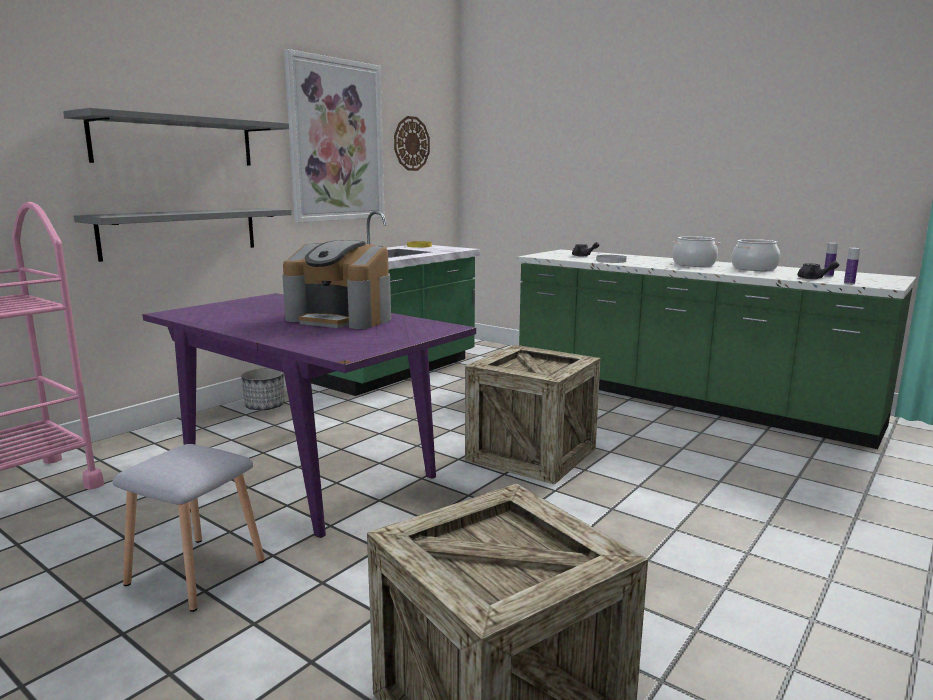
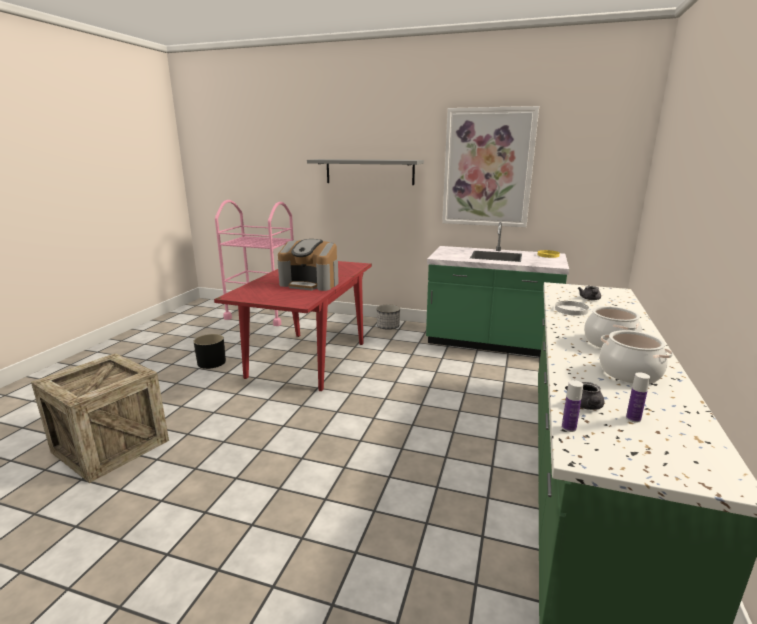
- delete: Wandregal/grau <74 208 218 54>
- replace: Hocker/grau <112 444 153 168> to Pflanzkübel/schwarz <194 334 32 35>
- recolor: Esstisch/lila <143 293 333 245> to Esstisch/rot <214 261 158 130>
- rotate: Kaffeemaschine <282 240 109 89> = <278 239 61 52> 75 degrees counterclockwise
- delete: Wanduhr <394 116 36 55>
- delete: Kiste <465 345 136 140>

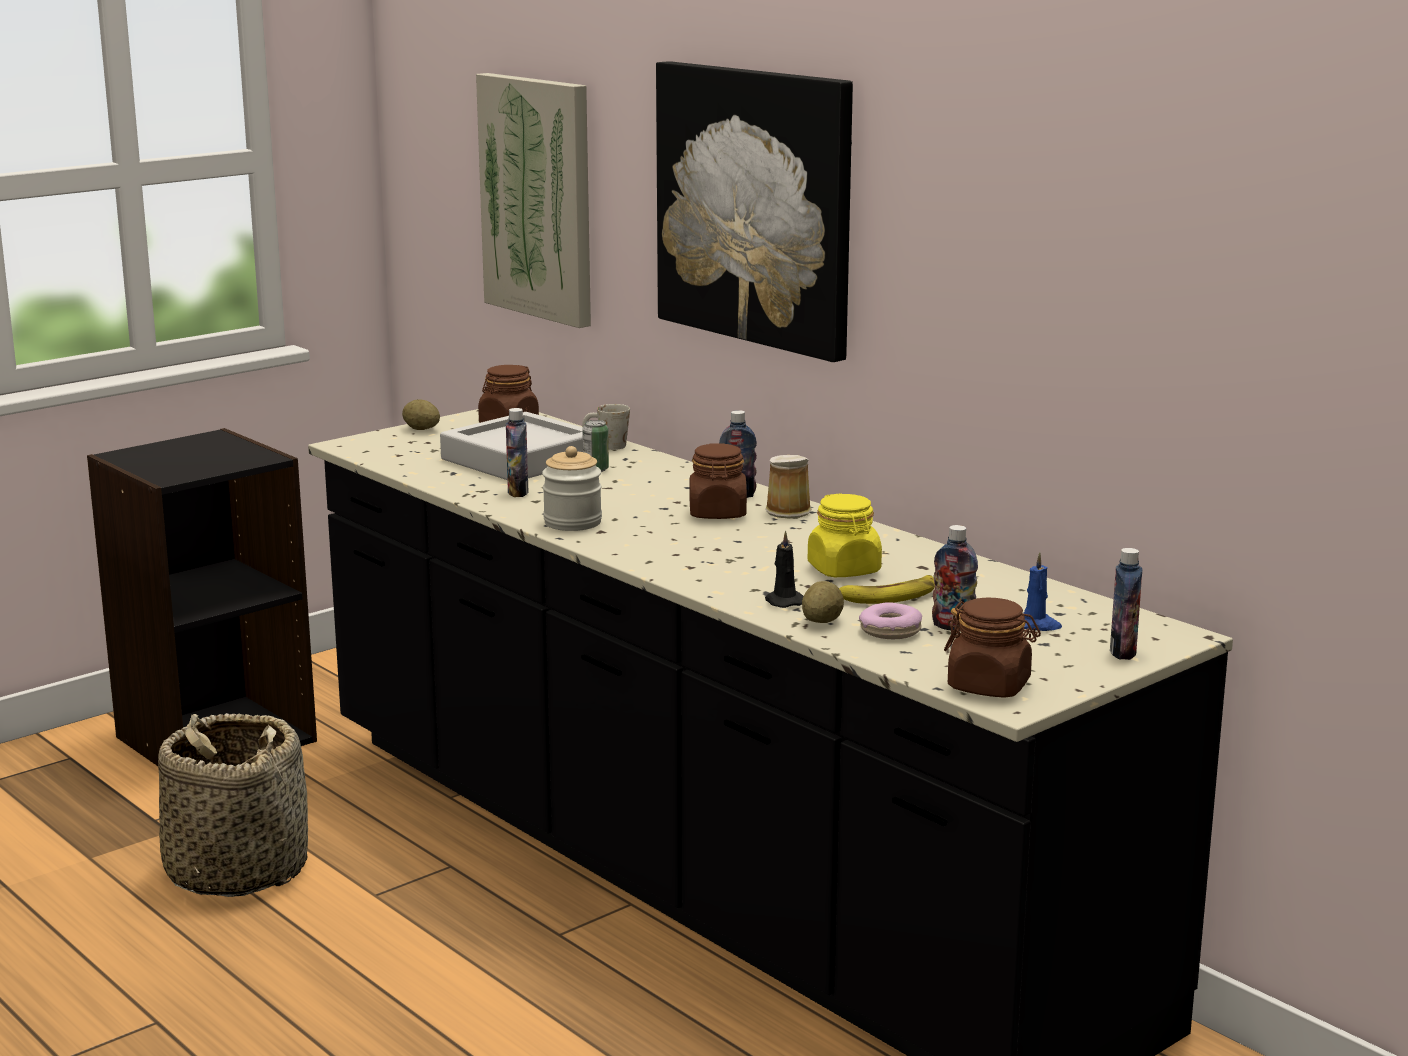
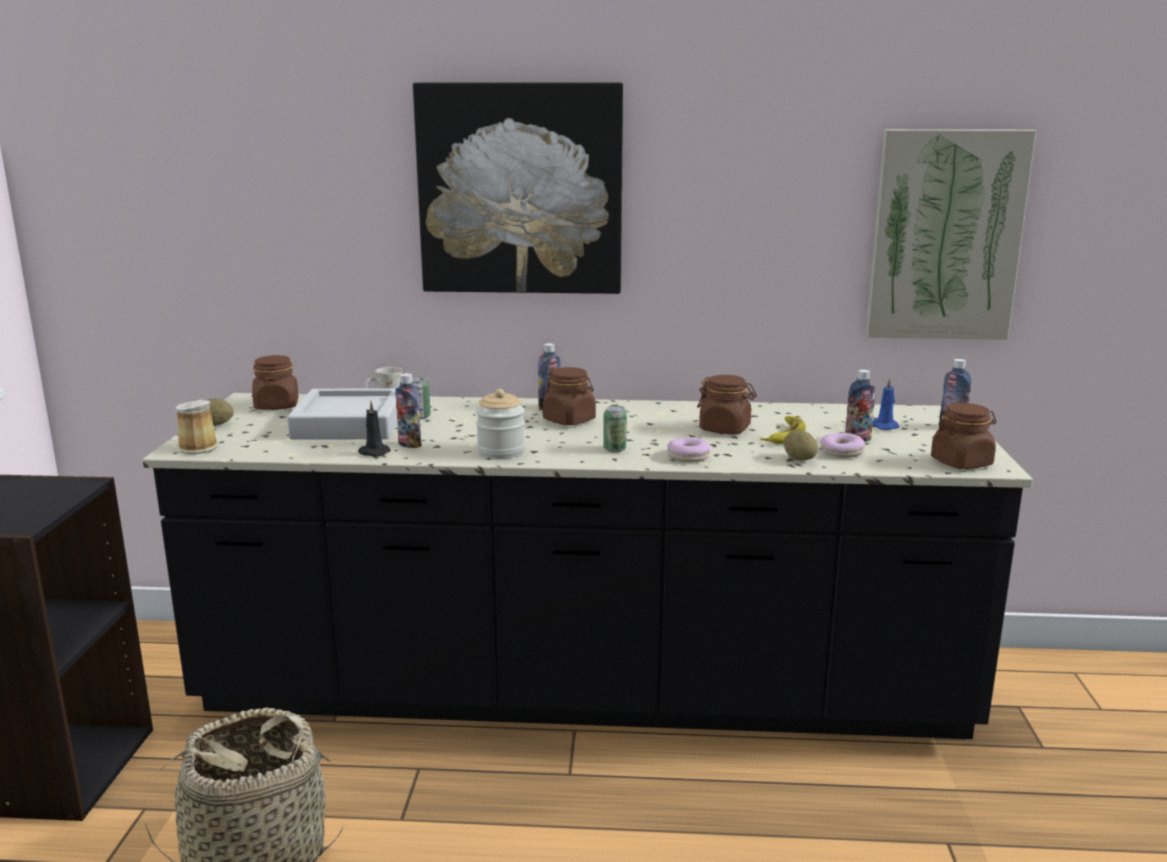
- move: Bild <476 73 115 255> to <865 129 171 211>
- move: Henkelbecher <765 455 47 63> to <176 400 42 54>
- move: Kerze/schwarz <765 531 38 77> to <358 401 32 55>
- recolor: Vorratsglas/gelb <808 493 74 84> to Vorratsglas/braun <697 375 60 59>
- insert: Dose <603 406 24 46>
- insert: Donut <667 437 43 25>

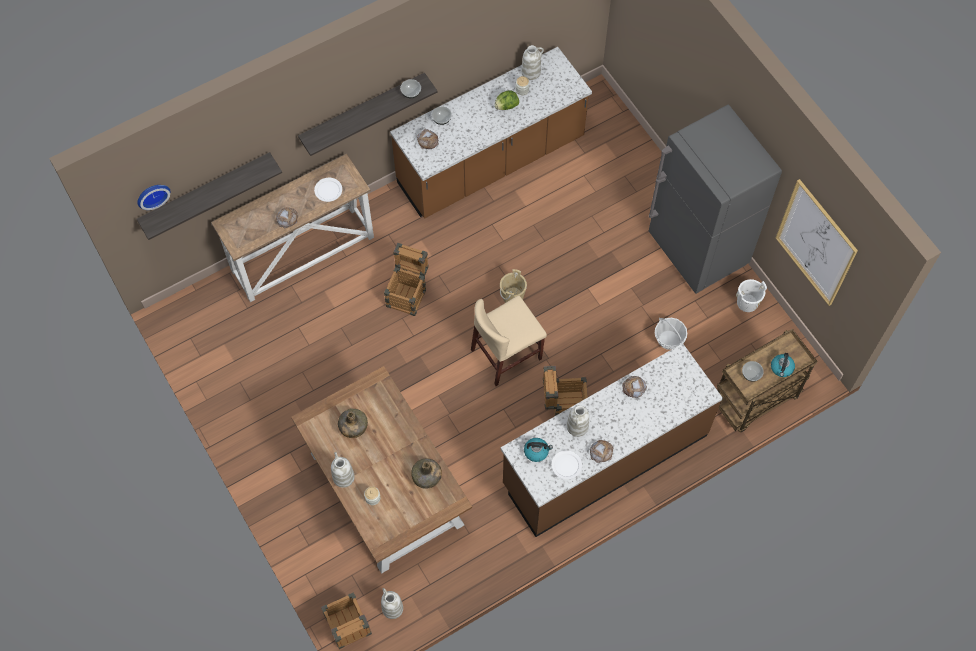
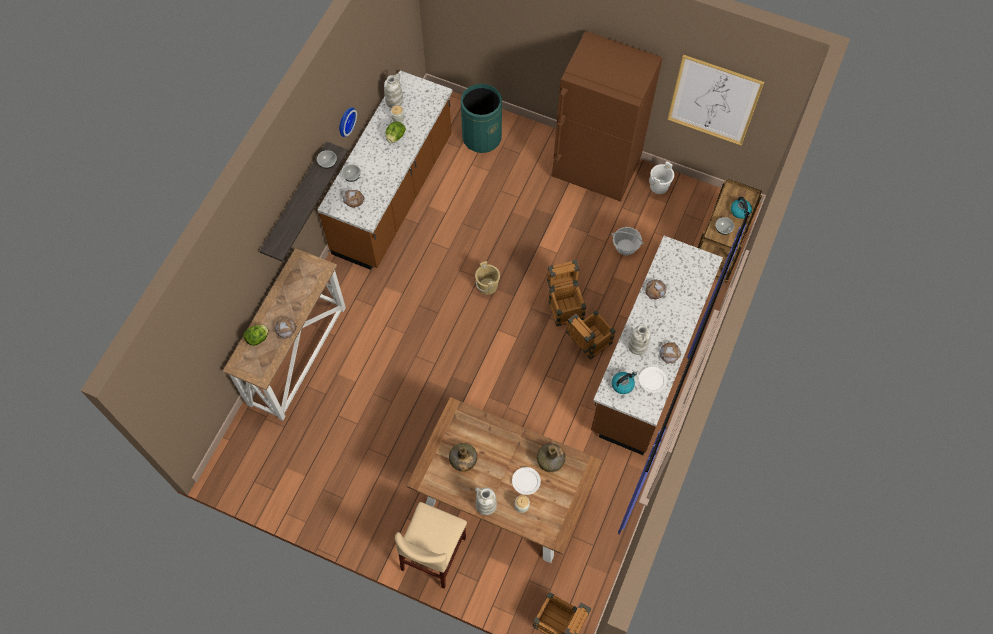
- delete: Wandregal <137 152 145 88>
- move: Wanduhr <137 185 33 25> to <339 107 18 30>
- move: Teller/weiß <314 178 28 24> to <512 467 29 28>
- delete: Vase/weiß <381 588 22 31>
- move: Kiste <384 243 45 73> to <547 260 39 66>
- move: Stuhl/beige <471 296 76 90> to <395 502 72 87>
- recolor: Kühlschrank/grau <649 105 133 189> to Kühlschrank/braun <552 31 110 171>
- insert: Salatkopf <243 325 25 21>
- insert: Mülleimer/grün <461 84 41 69>

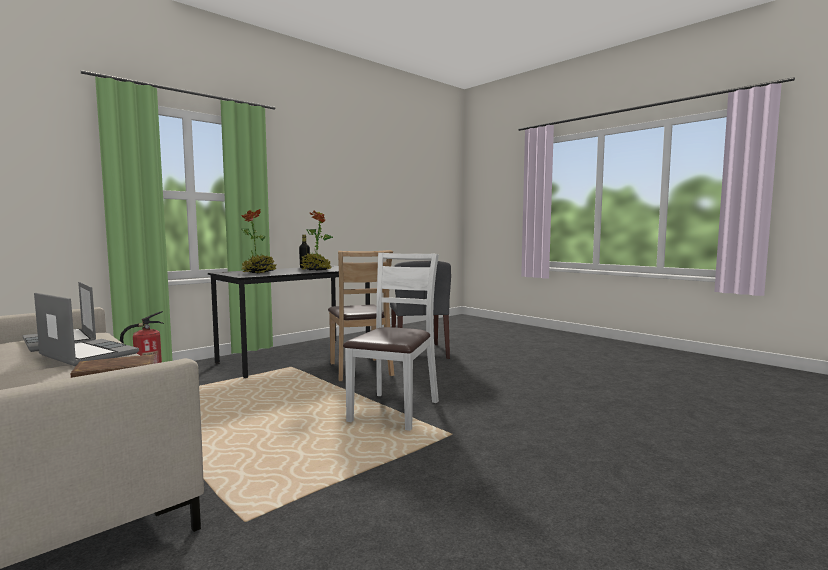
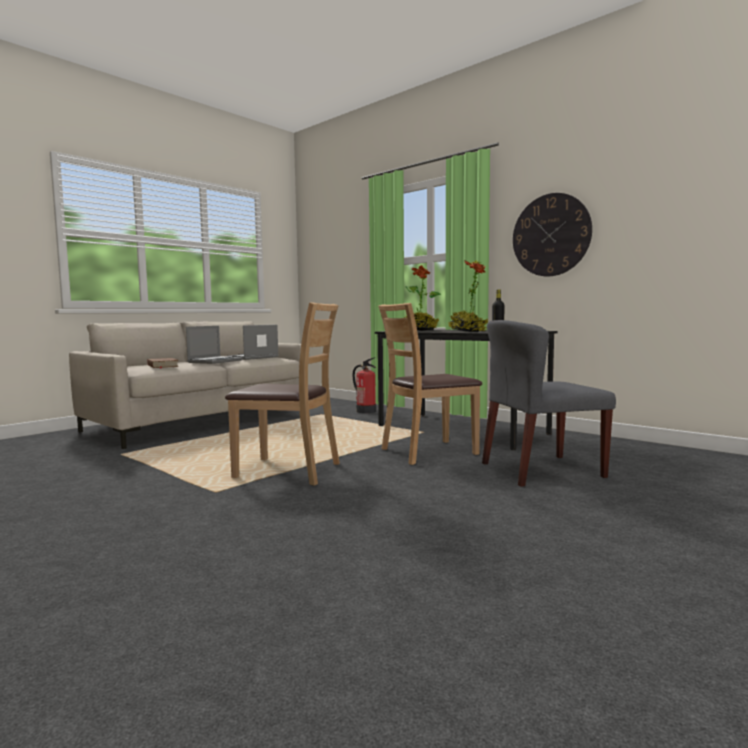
- recolor: Stuhl/weiß <343 253 96 178> to Stuhl/braun <225 302 115 184>
- insert: Wanduhr <513 193 79 83>

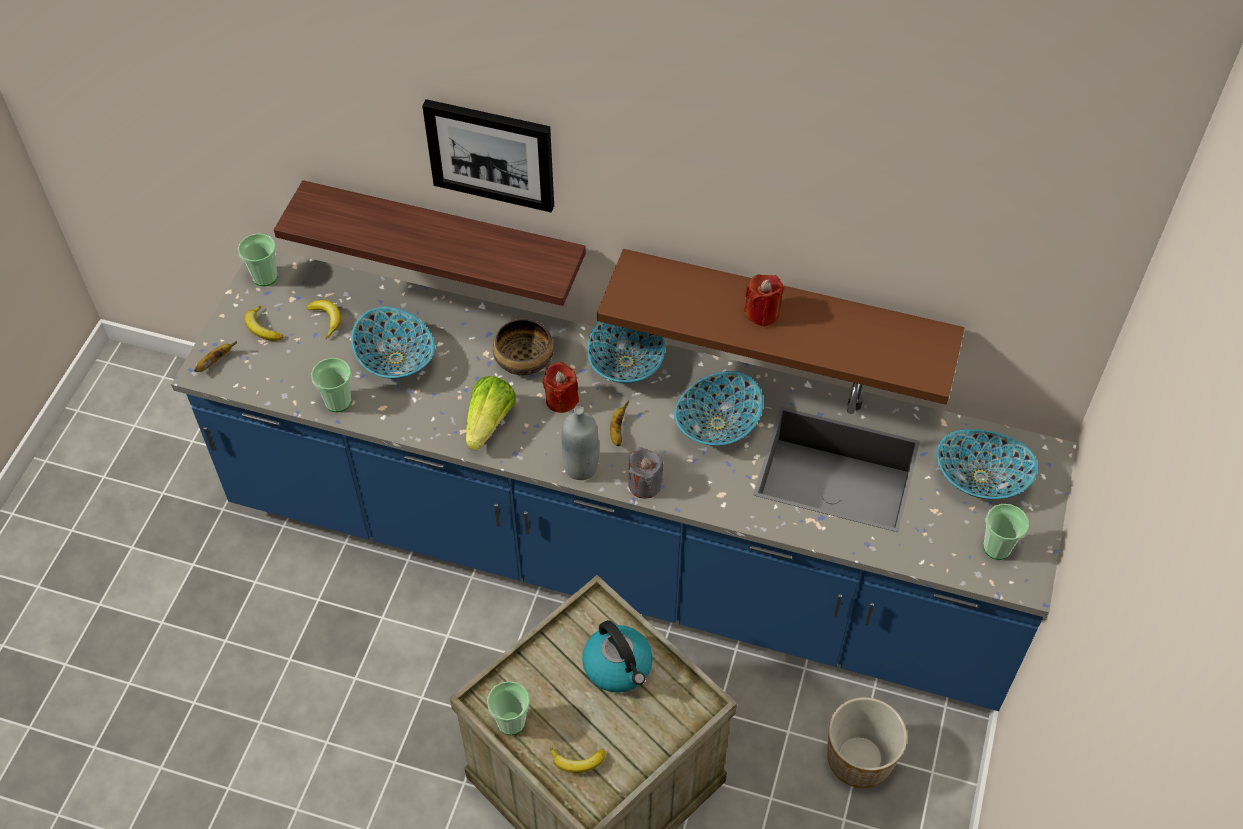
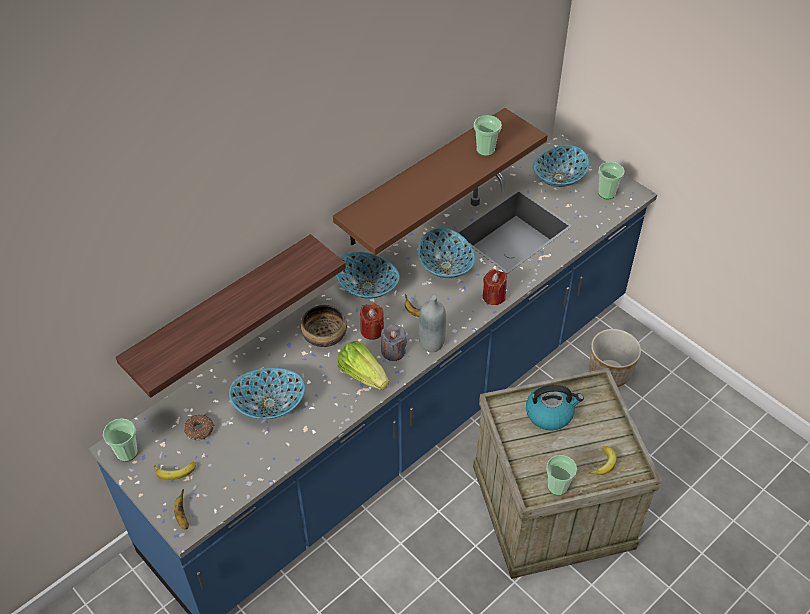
- replace: Banane <306 300 35 39> to Donut <184 415 31 25>
- move: Tasse <311 358 41 54> to <474 115 28 41>
- delete: Bild <422 99 132 113>
- move: Kerze/grau <628 447 35 52> to <381 324 26 37>
- move: Kerze/rot <744 275 40 52> to <483 270 24 35>

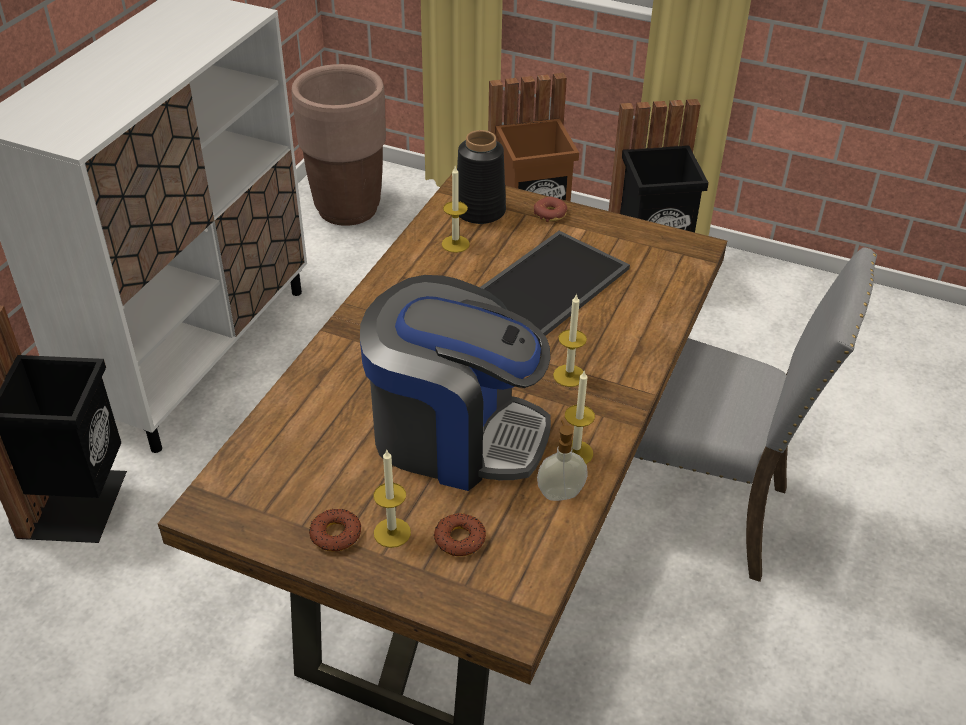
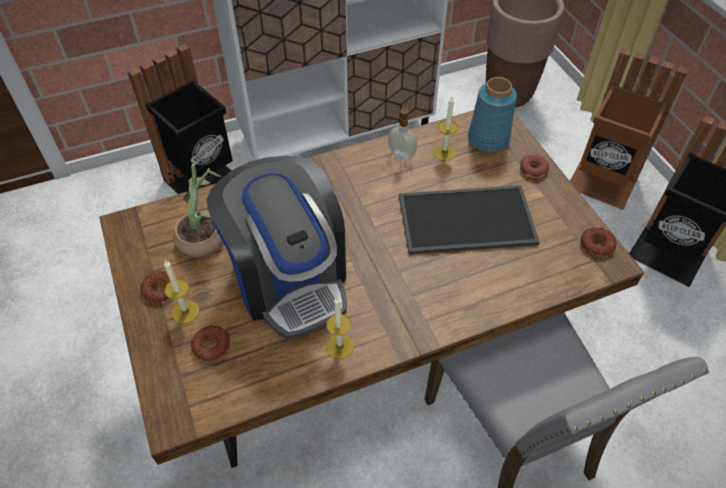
- recolor: Vase/schwarz <457 130 49 94> to Vase/blau <468 77 49 75>
- move: Seifenspender <537 420 51 81> to <388 107 29 53>
- delete: Kerze <553 294 34 93>
- insert: Topfpflanze <173 164 49 94>
- insert: Donut <581 227 36 29>

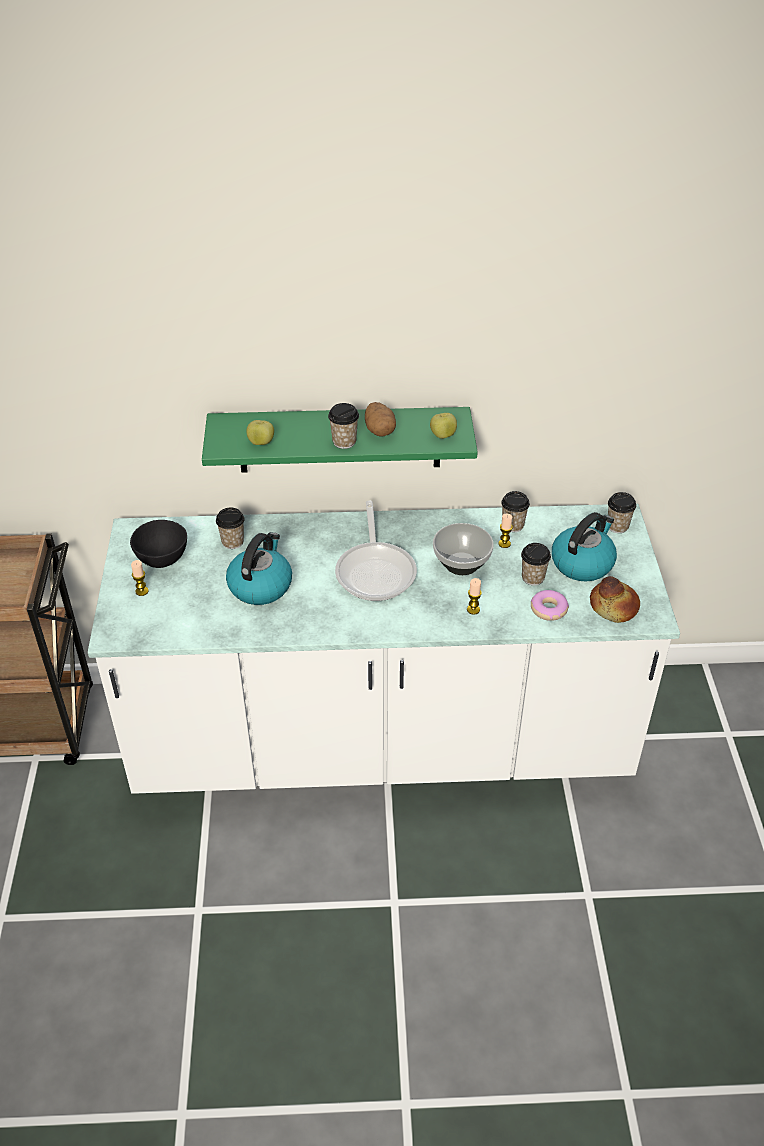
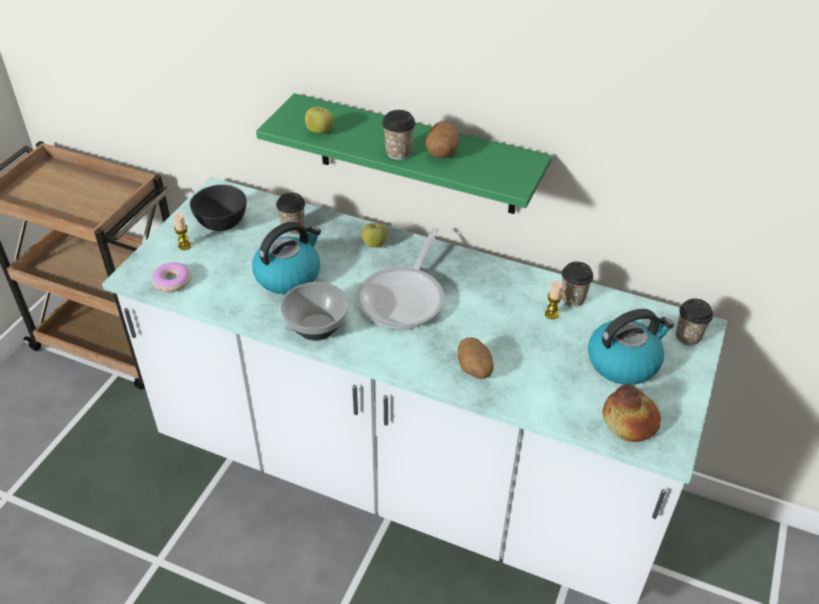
- move: Apfel <430 413 27 26> to <361 223 27 24>
- move: Schüssel <433 523 61 52> to <281 282 68 59>
- replace: Kerze <467 578 15 37> to Kartoffel <458 338 36 41>
- delete: Tasse <521 543 30 43>
- move: Donut <531 590 38 31> to <152 262 39 30>

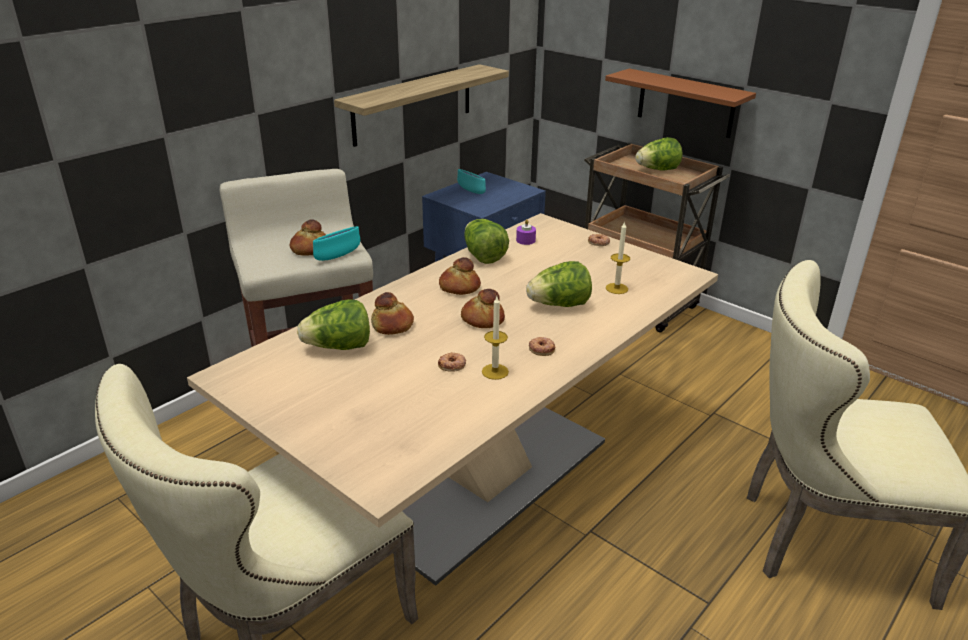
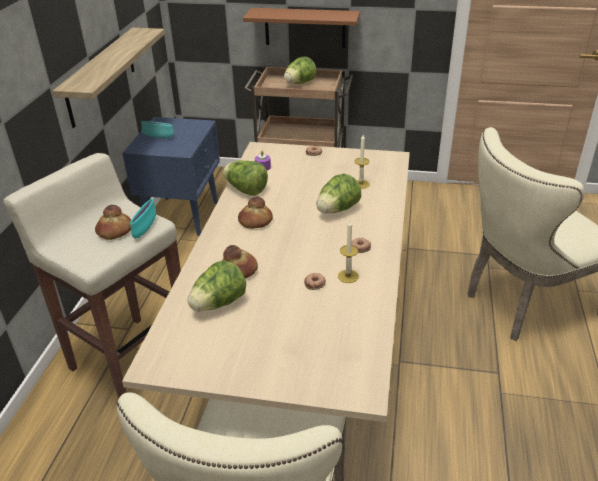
- delete: Brot <461 289 44 39>

